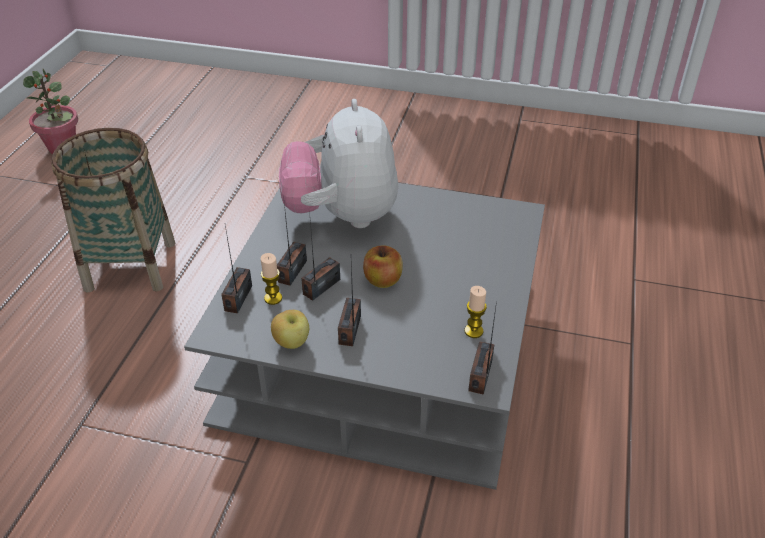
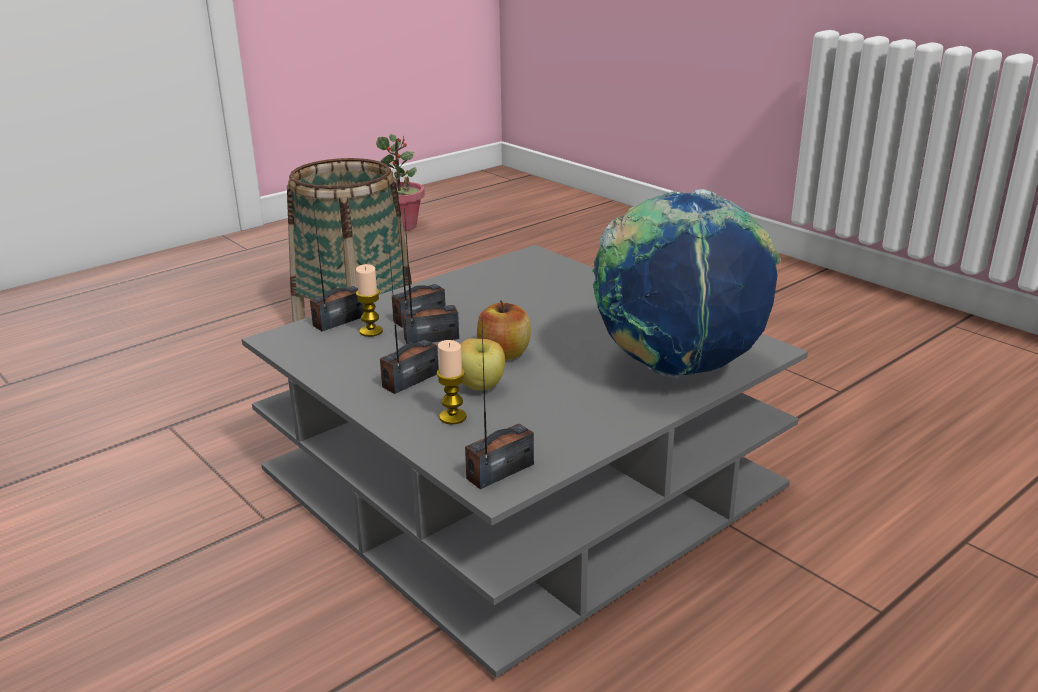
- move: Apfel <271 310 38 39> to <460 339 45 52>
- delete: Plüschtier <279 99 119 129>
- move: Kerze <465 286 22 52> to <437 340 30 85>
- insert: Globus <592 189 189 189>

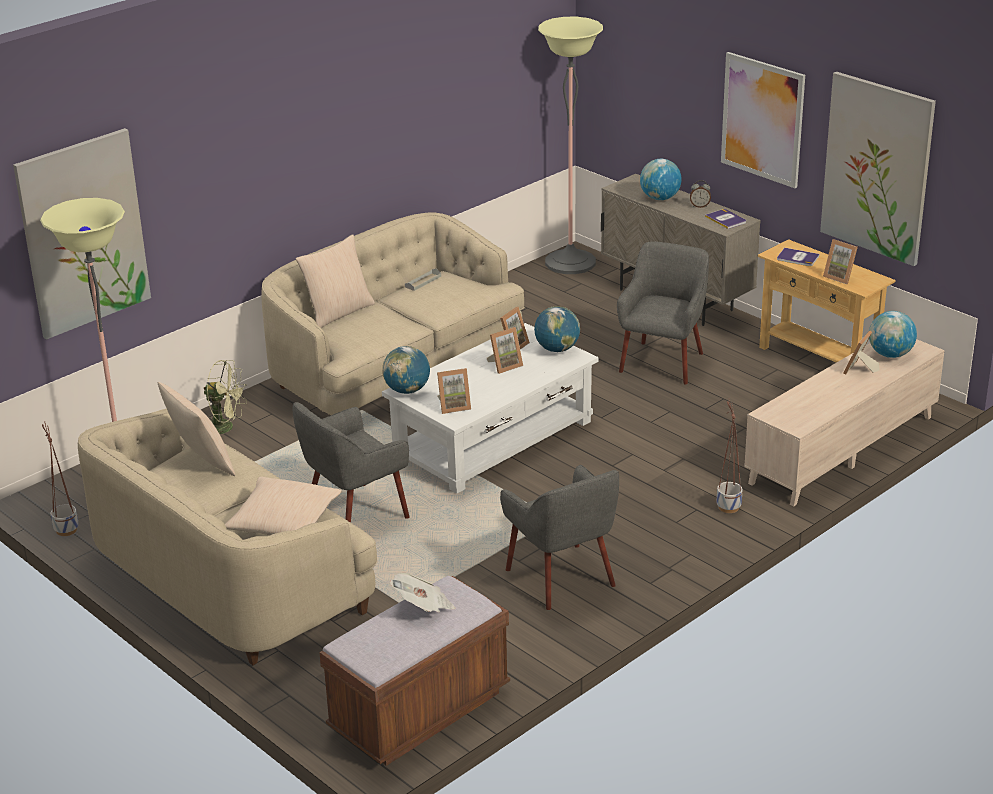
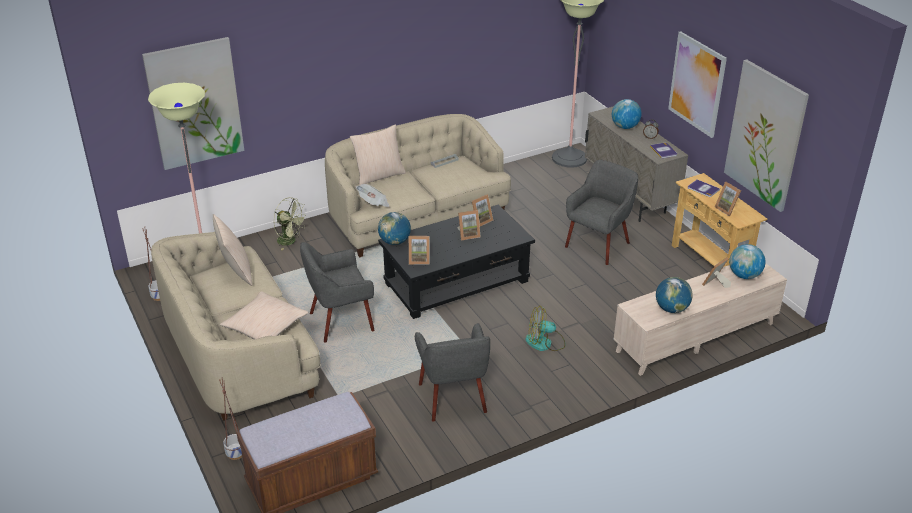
- recolor: Couchtisch/weiß <382 323 217 171> to Couchtisch/schwarz <378 205 157 114>
- move: Zeitung <389 573 67 39> to <356 184 34 23>
- move: Globus <534 306 46 46> to <656 277 37 36>
- move: Pflanzkübel <717 400 25 113> to <219 377 23 83>
- insert: Ventilator <525 306 41 45>

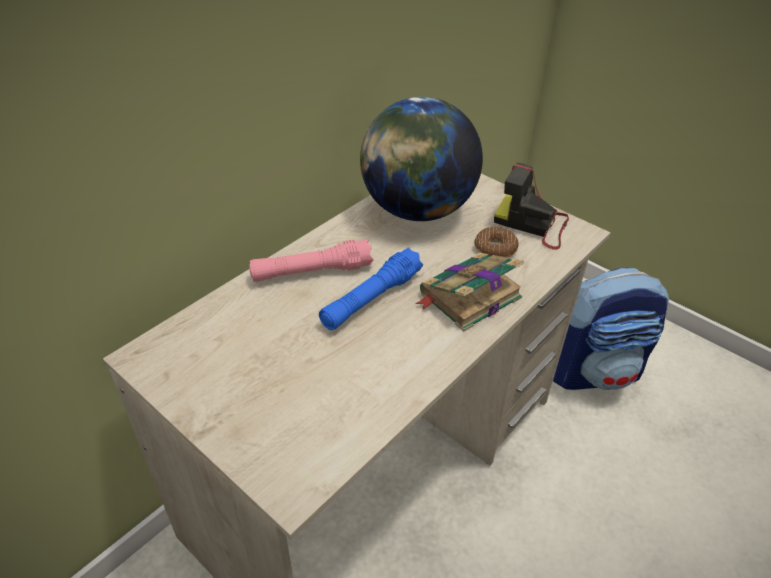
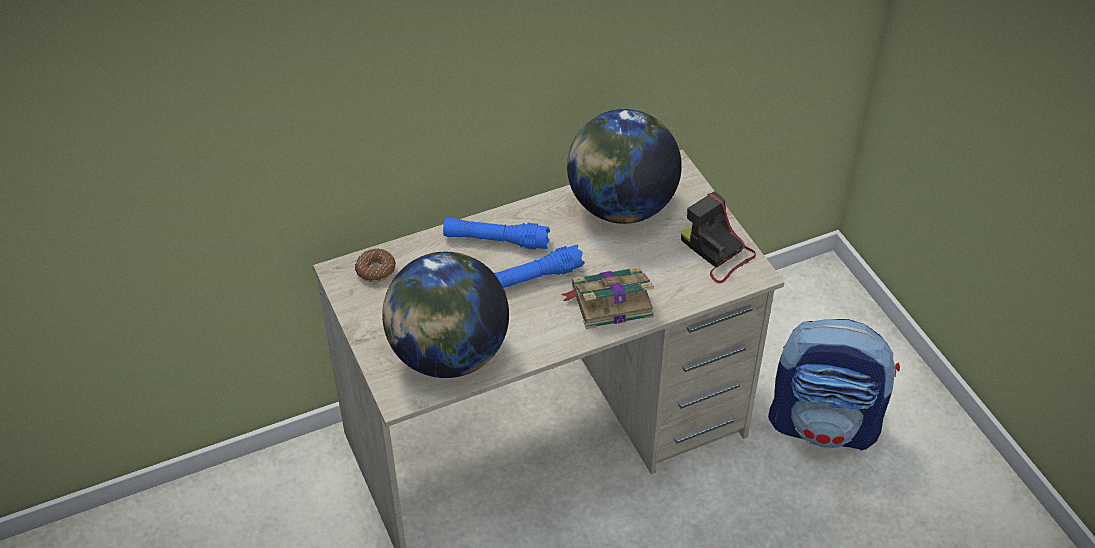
- recolor: Taschenlampe/rosa <249 239 124 43> to Taschenlampe/blau <443 218 107 32>
- move: Donut <474 227 45 31> to <355 248 41 34>
- insert: Globus <382 252 127 126>

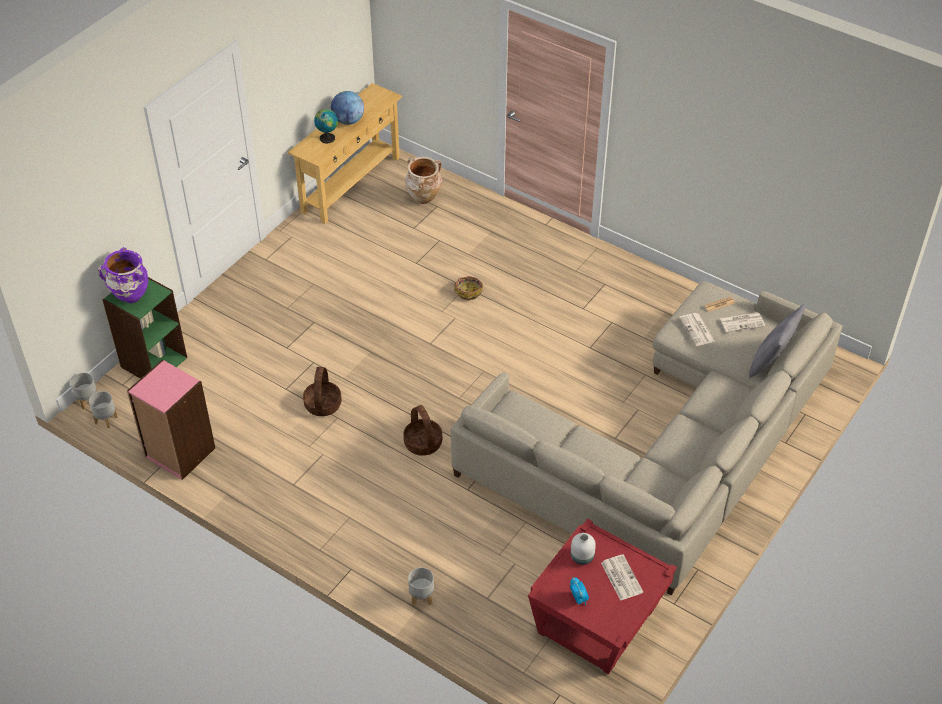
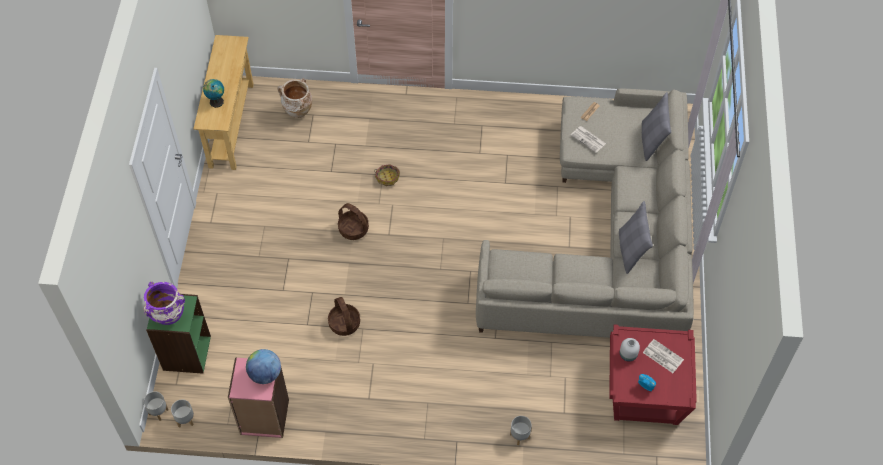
- move: Globus <331 91 33 34> to <246 349 35 35>
- move: Korb <403 405 39 51> to <338 203 31 37>
- delete: Zeitung <720 313 45 19>
- insert: Kissen/grau <619 201 34 73>

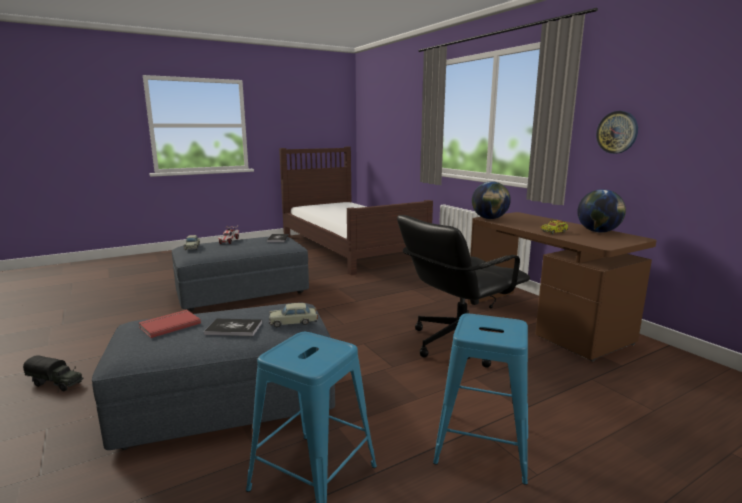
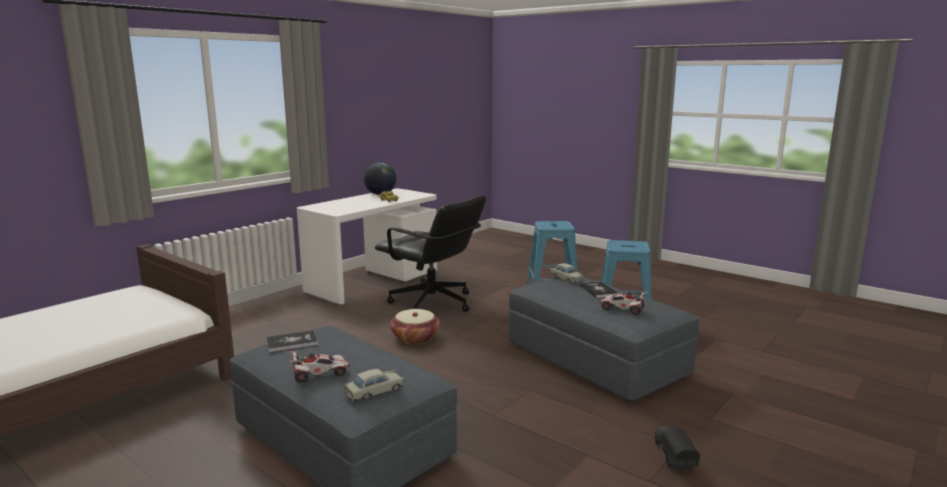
- replace: Buch/rot <139 310 62 28> to Spielzeugauto <599 292 50 23>
- recolor: Schreibtisch/braun <468 212 189 150> to Schreibtisch/weiß <297 188 141 116>
- delete: Globus <472 181 39 38>
- delete: Wanduhr <596 111 42 43>
- insert: Korb <390 309 50 35>

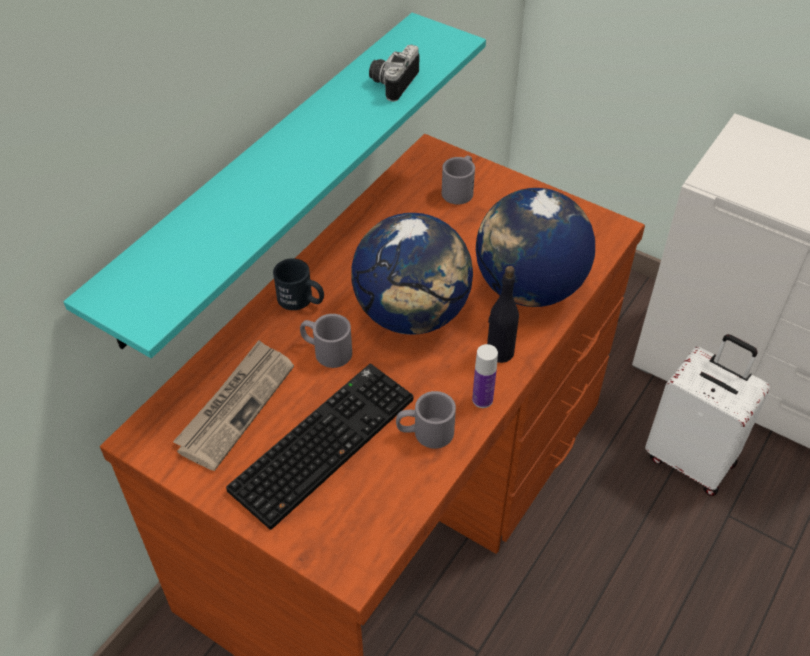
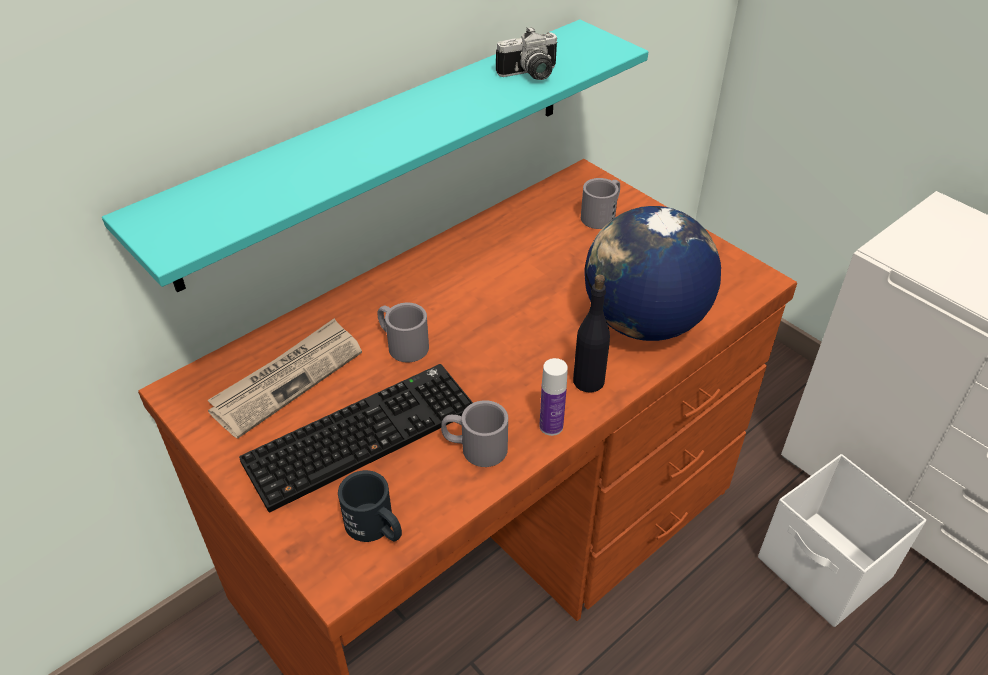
- move: Henkelbecher/schwarz <273 258 51 52> to <338 470 64 72>
- delete: Globus <351 213 122 122>
- rotate: Kamera <369 45 50 57> = <496 26 61 54> 150 degrees counterclockwise
- replace: Koffer/weiß <645 334 125 162> to Aufbewahrungsbox/weiß <758 454 169 173>

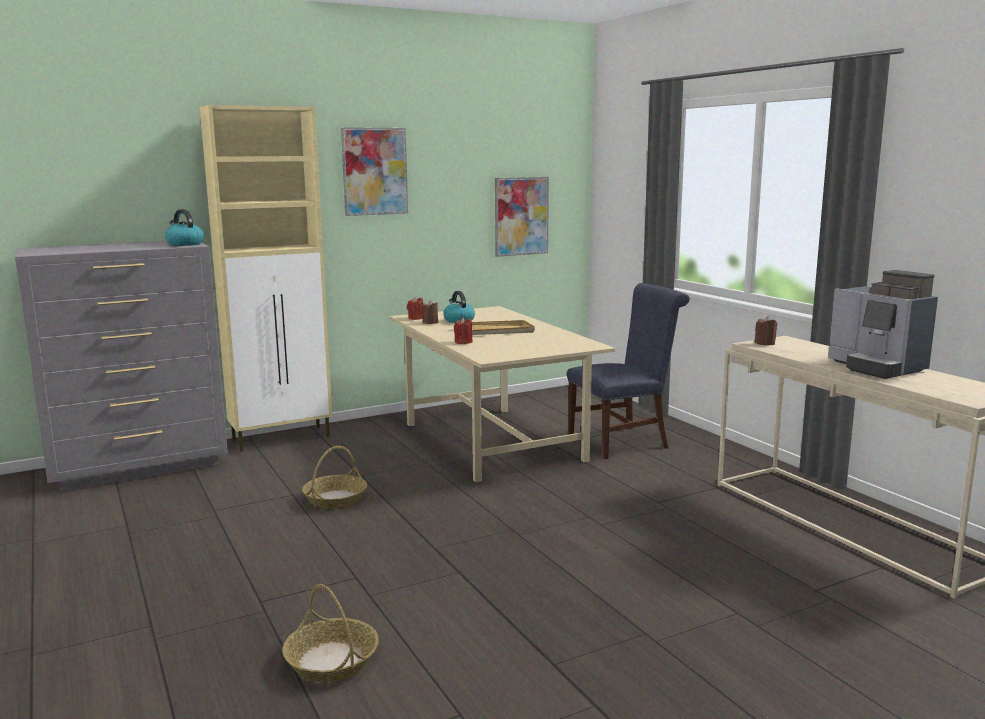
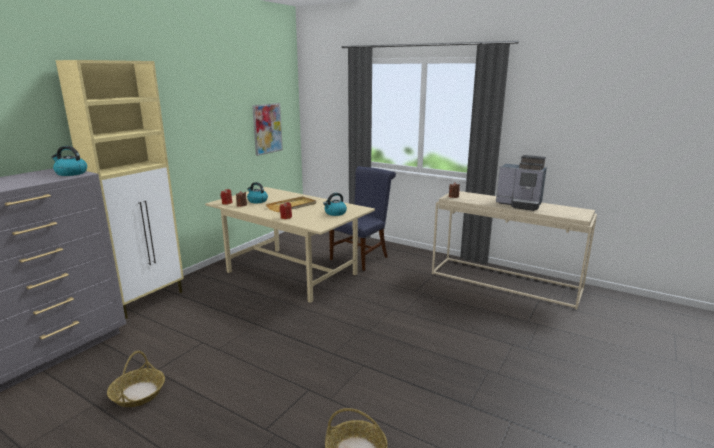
- move: Korb <302 446 65 62> to <107 351 58 56>
- delete: Bild <341 127 67 89>
- insert: Wasserkessel <323 193 24 23>

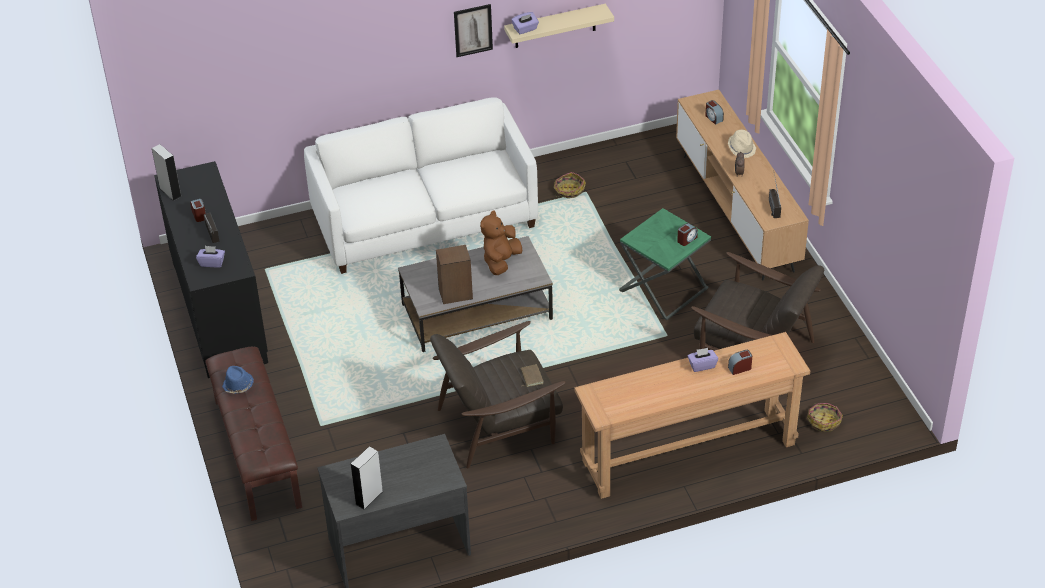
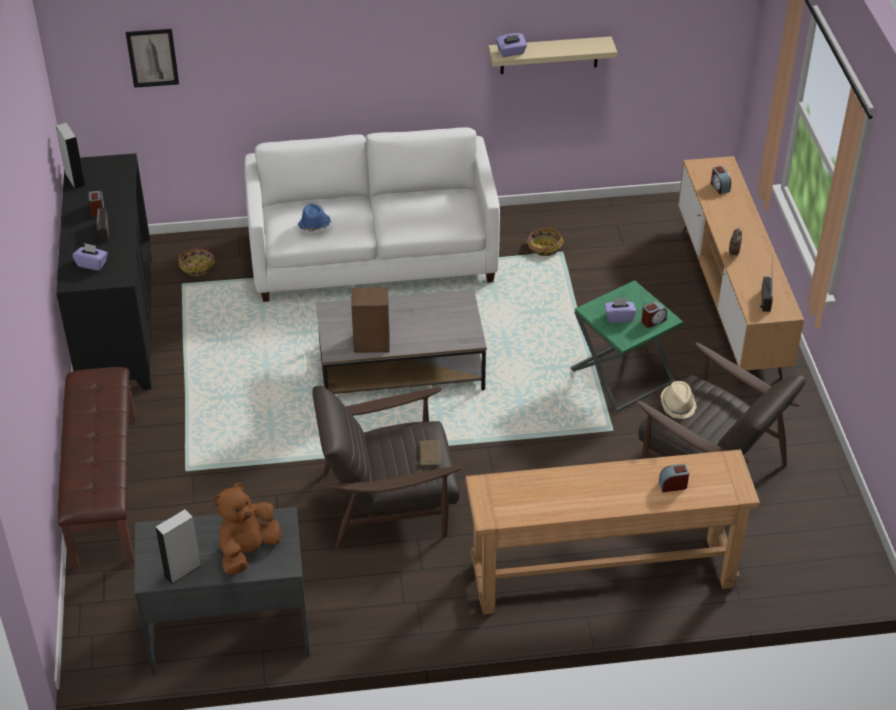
- move: Hut/blau <222 366 32 28> to <298 204 33 28>
- move: Bild <454 4 39 53> to <126 29 53 59>
- move: Plüschtier/braun <480 211 43 64> to <214 482 67 93>
- move: Taschentuchbox/lila <688 348 30 24> to <604 298 32 25>
- move: Hut/beige <728 130 28 28> to <661 381 36 38>
- move: Korb <807 403 36 29> to <178 248 37 29>

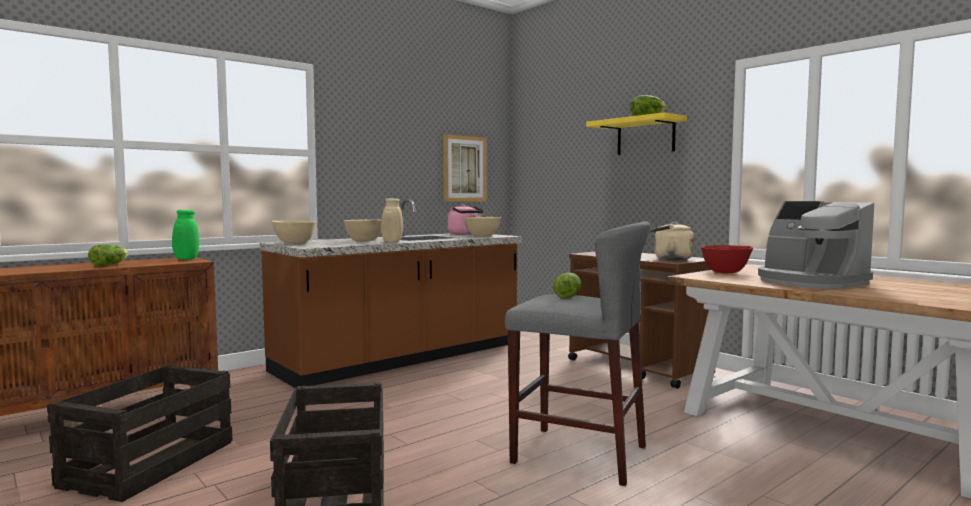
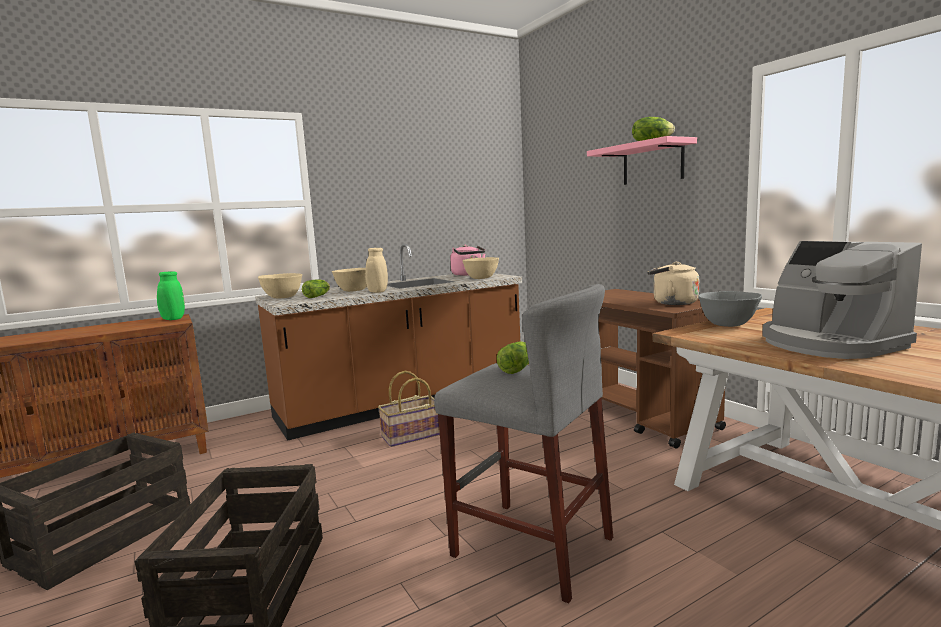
- move: Salatkopf <88 244 40 22> to <302 279 28 19>
- delete: Bild <443 134 44 67>
- recolor: Wandregal/gelb <586 112 101 43> to Wandregal/rosa <587 136 110 49>
- recolor: Schüssel/rot <701 245 52 28> to Schüssel/grau <699 291 63 36>
- insert: Korb <378 371 62 76>

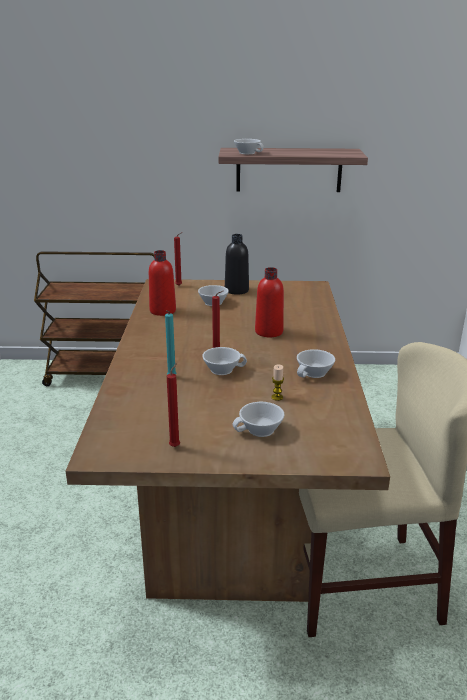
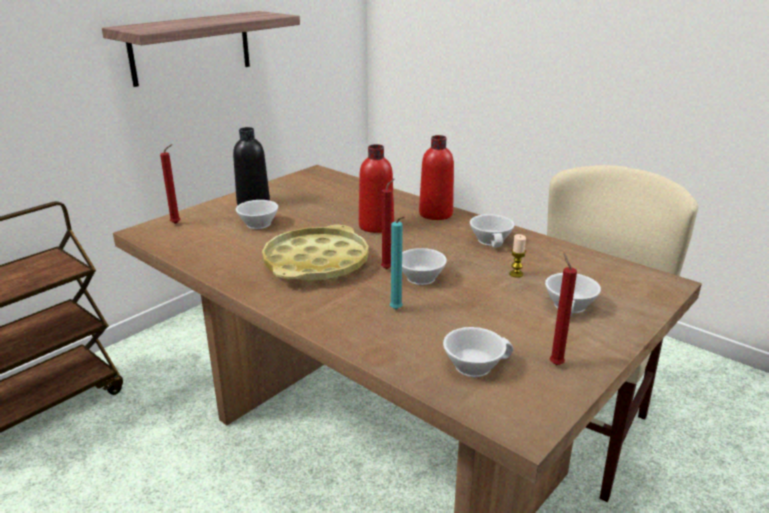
- move: Flasche/rot <149 250 27 66> to <419 135 35 85>
- move: Tasse/weiß <234 139 30 15> to <443 327 70 50>
- insert: Tablett/gelb <262 224 107 58>

